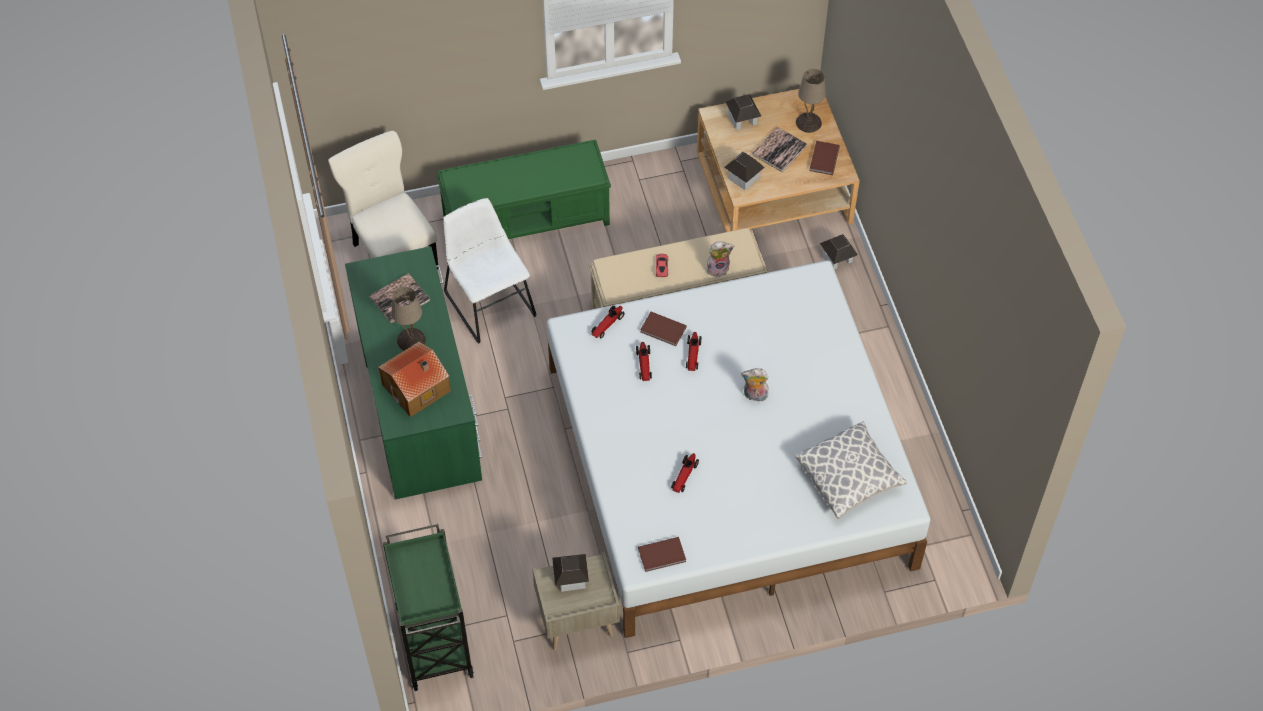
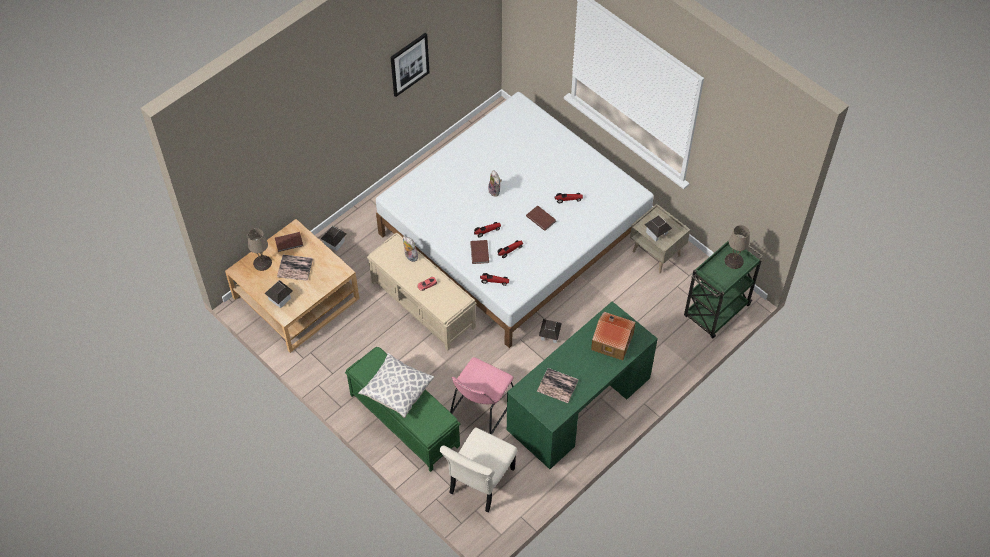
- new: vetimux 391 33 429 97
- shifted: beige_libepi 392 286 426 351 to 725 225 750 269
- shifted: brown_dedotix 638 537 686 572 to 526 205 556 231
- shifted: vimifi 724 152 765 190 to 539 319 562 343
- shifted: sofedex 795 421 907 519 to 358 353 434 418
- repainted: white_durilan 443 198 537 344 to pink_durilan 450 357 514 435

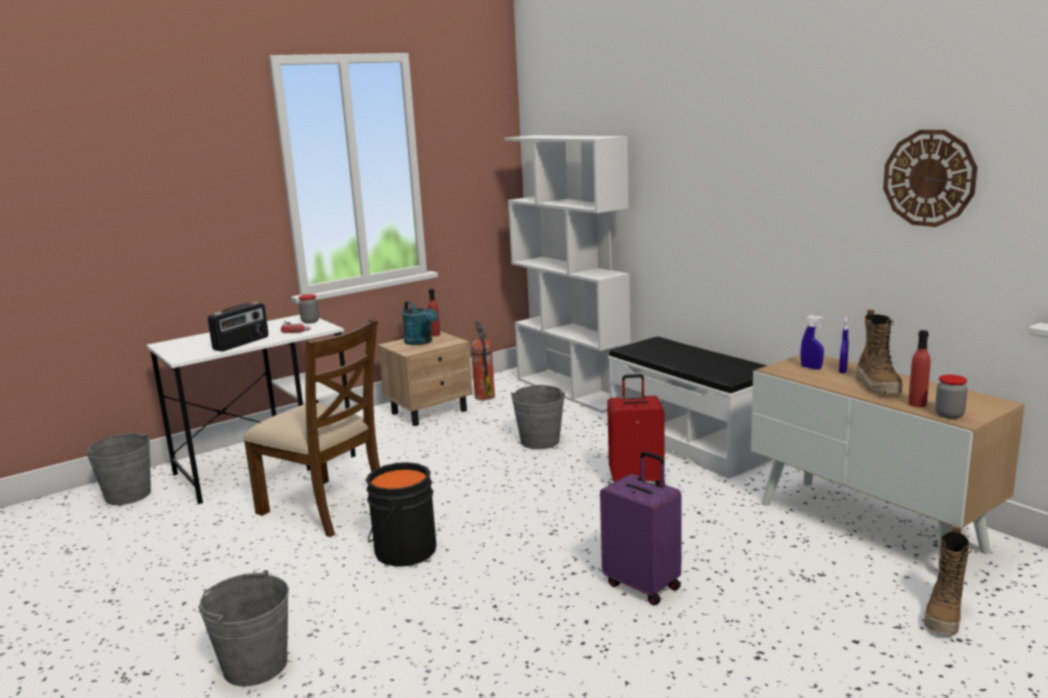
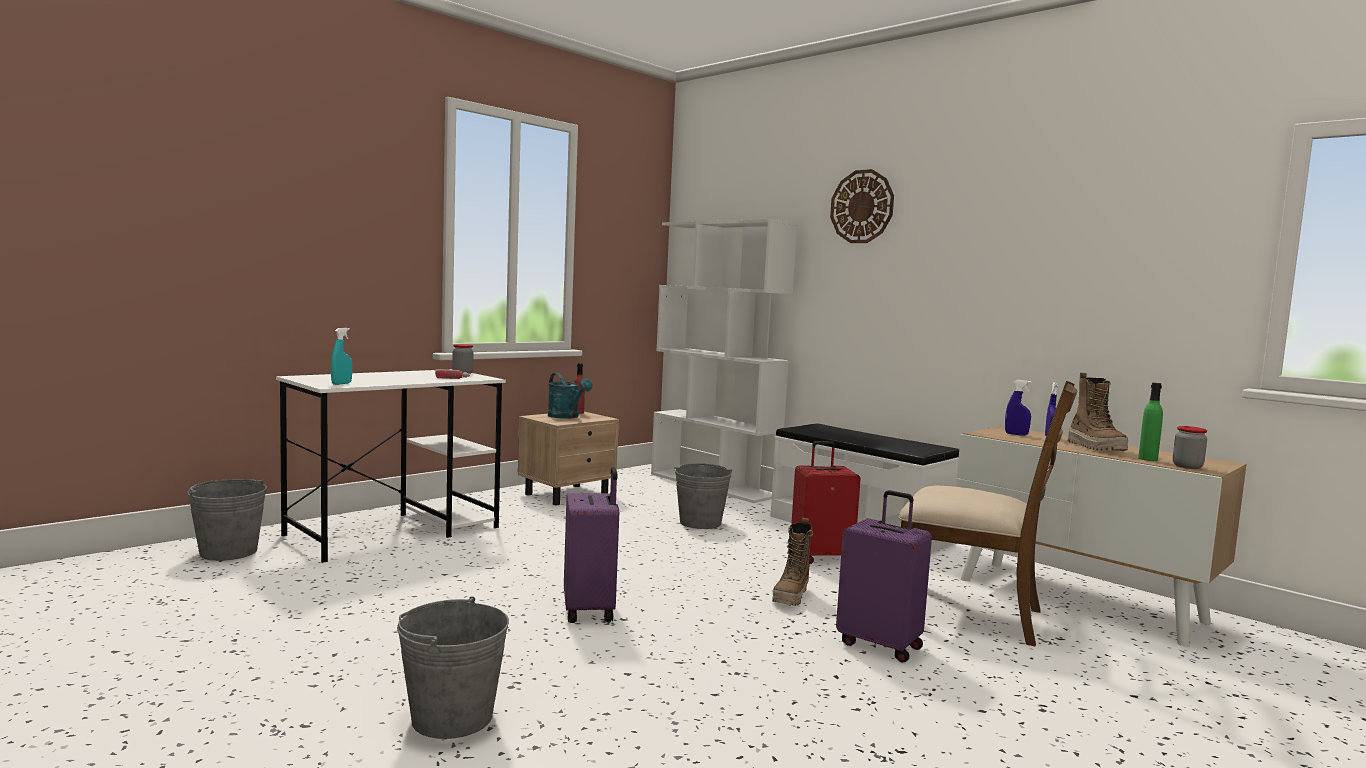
- gone: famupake 208 302 269 352
- gone: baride 471 321 495 400
- new: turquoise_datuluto 331 328 352 385
- shifted: brown_durilan 243 318 380 537 to 899 381 1078 647
- shifted: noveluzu 883 130 977 227 to 830 169 894 243
- shifted: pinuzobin 924 526 972 635 to 772 518 813 606
- swapped: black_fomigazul 366 462 436 566 to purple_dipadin 564 467 619 623
- repainted: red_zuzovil 908 330 930 407 to green_zuzovil 1138 383 1163 461

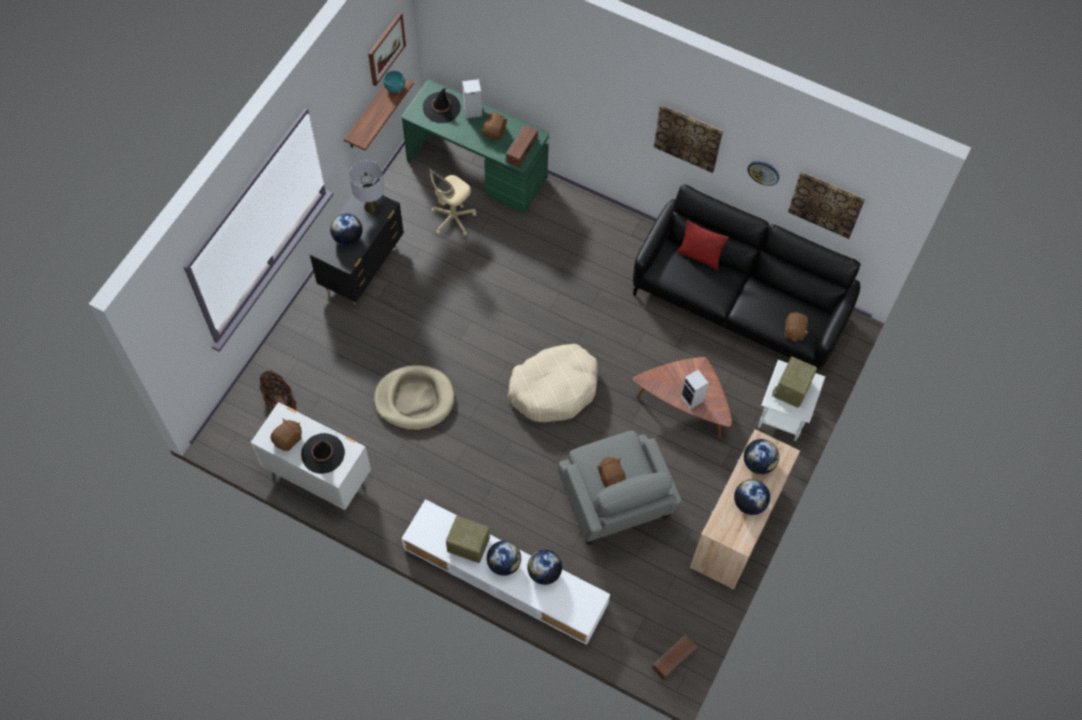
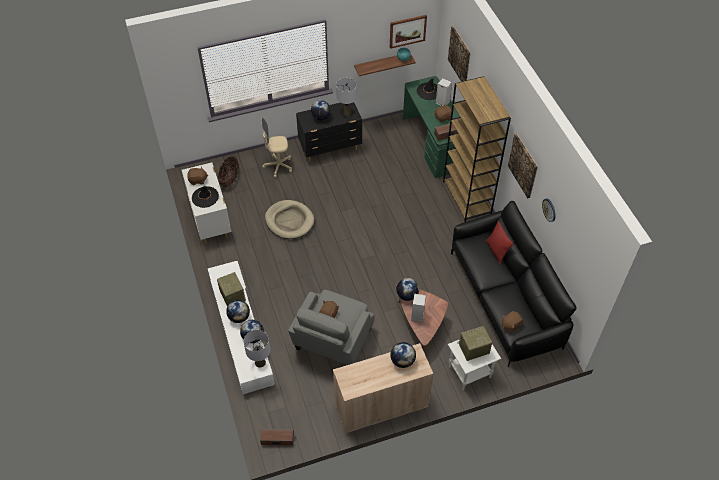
- gone: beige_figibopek 508 344 598 422
- new: grey_libepi 244 330 270 368
- new: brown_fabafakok 443 76 511 222
- shifted: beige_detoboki 430 169 476 236 to 261 118 292 177
- shifted: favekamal 734 479 770 515 to 396 278 419 301
- shifted: vetimux 788 171 865 239 to 448 26 471 82

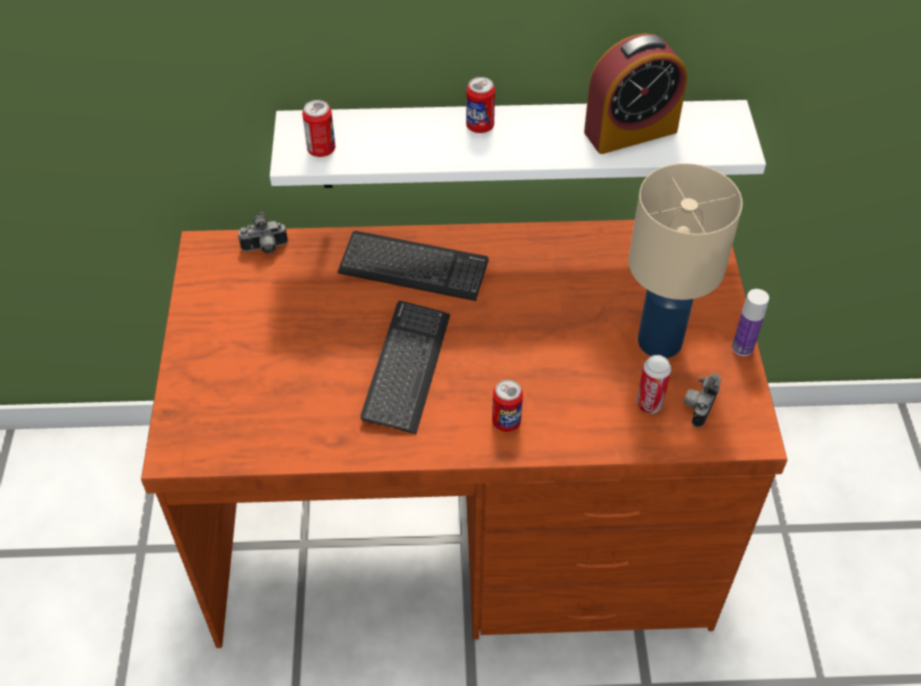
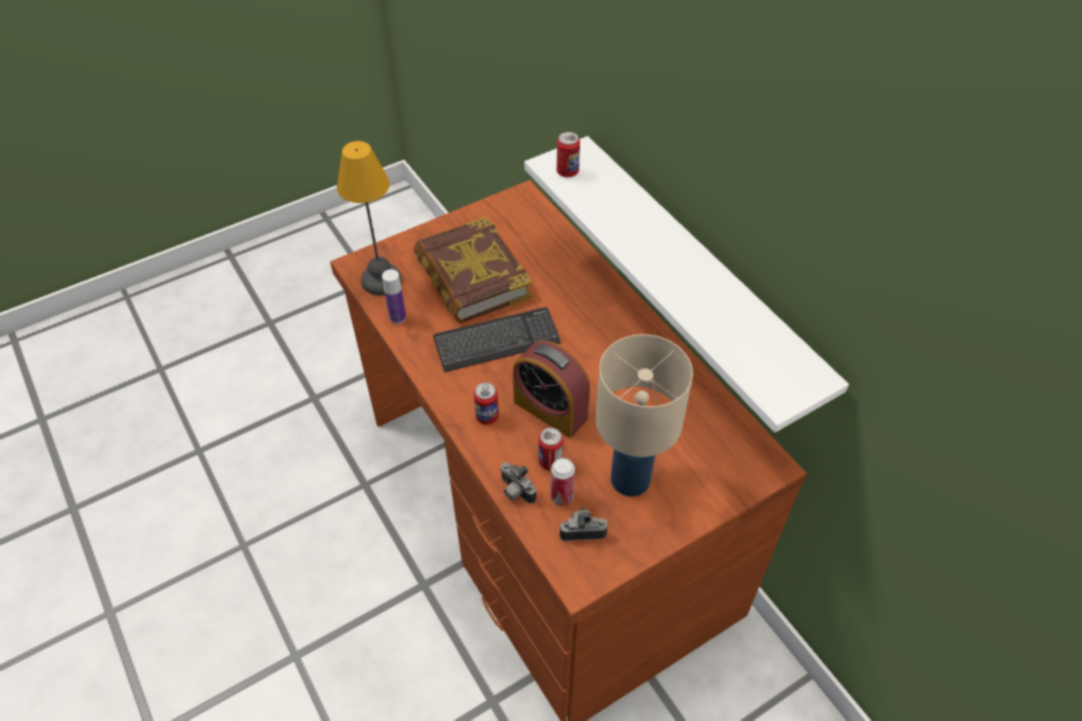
- gone: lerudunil 338 231 489 301
- new: libepi 337 141 402 295
- new: dedotix 414 217 532 323
- shifted: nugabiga 238 212 288 253 to 500 462 536 504
- shifted: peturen 466 77 495 133 to 538 428 563 470
- shifted: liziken 584 33 687 154 to 513 340 590 438
- shifted: zuzovil 732 289 769 356 to 382 269 406 324

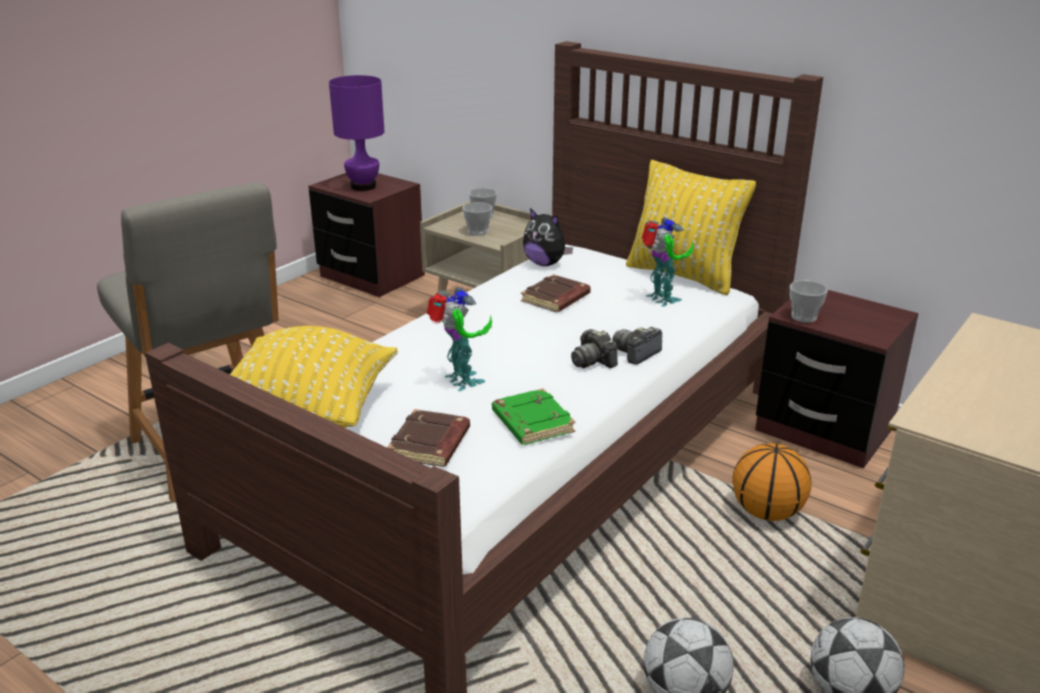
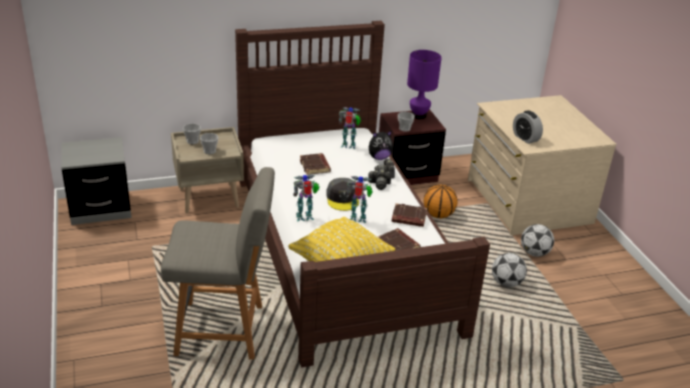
- gone: yellow_sofedex 626 160 756 295
- new: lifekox 293 175 320 222
- new: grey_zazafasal 326 178 359 211
- new: liziken 513 110 543 144
- shifted: purple_libepi 329 75 384 191 to 407 50 442 119
- shifted: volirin 523 208 573 266 to 369 130 393 160
- repainted: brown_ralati 308 173 425 297 to grey_ralati 61 137 132 225
- repainted: green_dedotix 492 388 575 445 to brown_dedotix 391 203 427 227

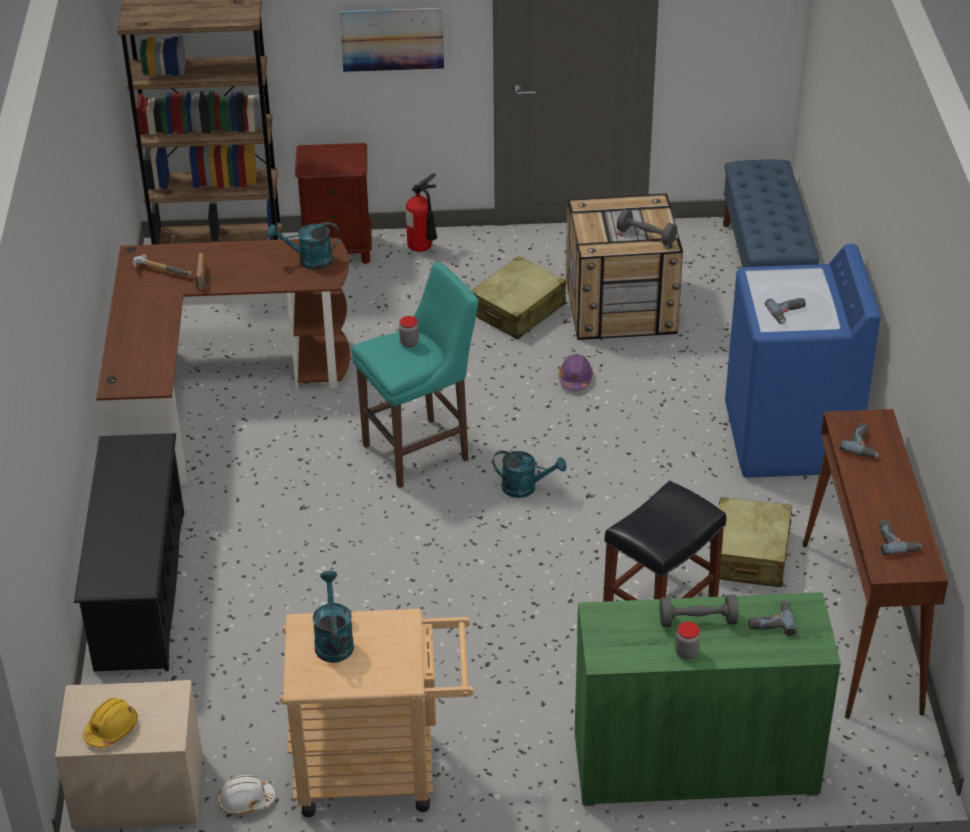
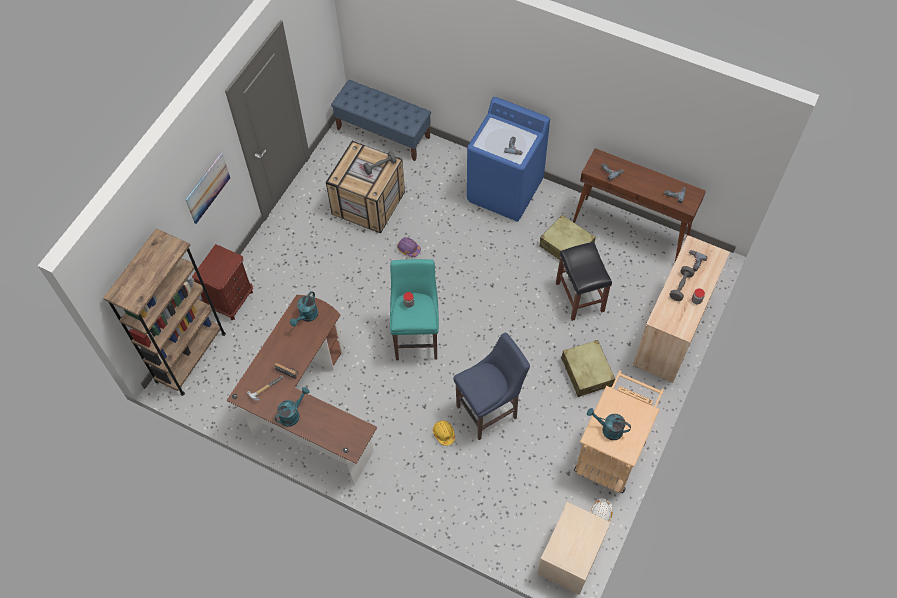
- gone: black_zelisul 74 433 184 672
- gone: baride 406 173 437 252
- new: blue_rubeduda 453 333 530 440
- shifted: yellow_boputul 83 698 138 748 to 433 421 455 446
- shifted: beige_dipadin 471 256 566 340 to 561 340 615 397
- shifted: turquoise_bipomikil 493 451 566 498 to 275 387 310 427
- repainted: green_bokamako 575 592 841 806 to beige_bokamako 633 236 730 383

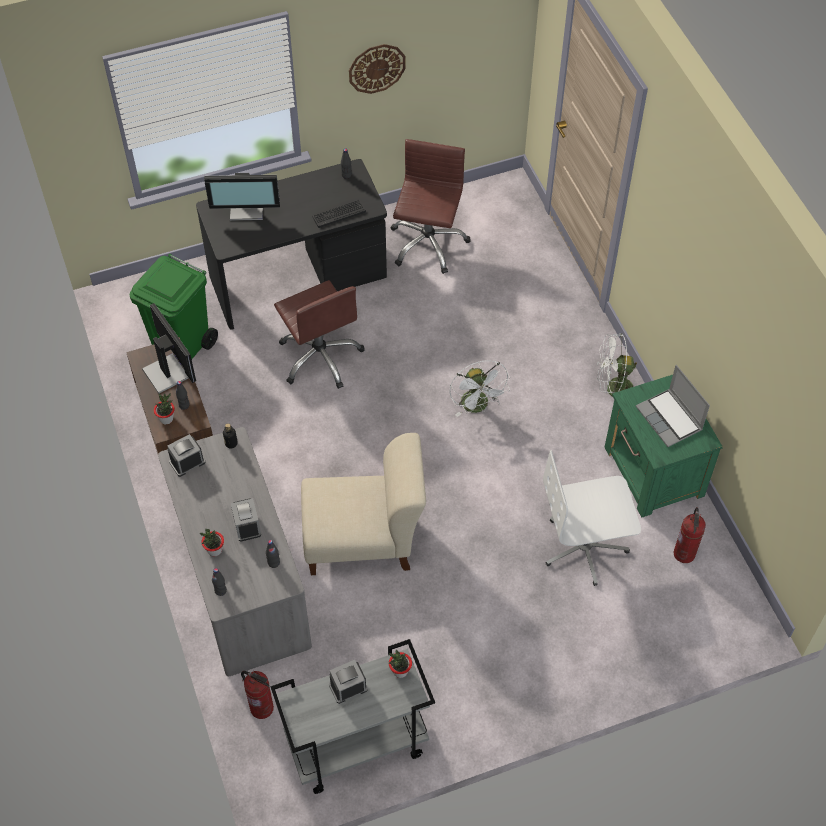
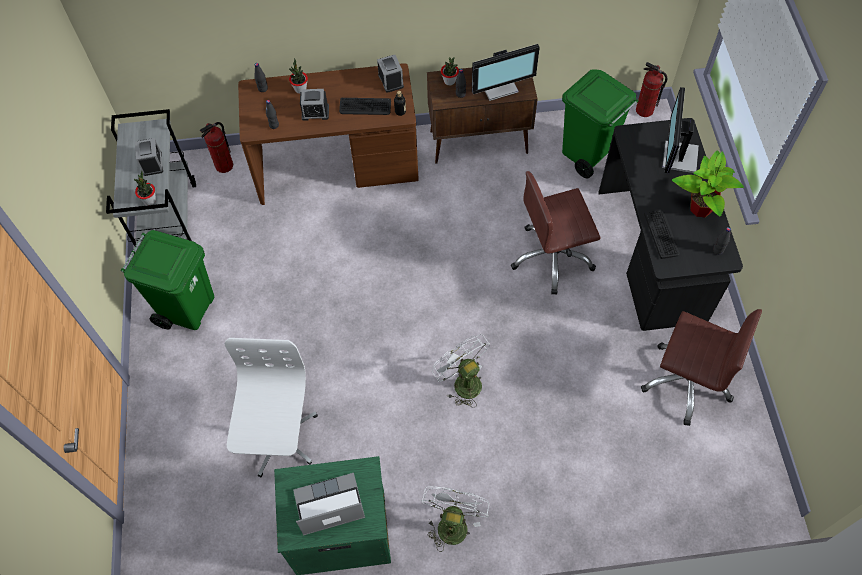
- gone: beige_durilan 301 433 426 575
- gone: noveluzu 349 44 406 94
- new: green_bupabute 121 230 214 330
- new: lerudunil 339 98 391 115
- new: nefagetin 672 150 744 217
- shifted: baride 674 507 706 563 to 636 62 668 117
- repainted: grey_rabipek 158 427 312 676 to brown_rabipek 238 63 419 205
- rotated: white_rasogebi 449 360 510 417 = 432 334 490 407 60 degrees clockwise

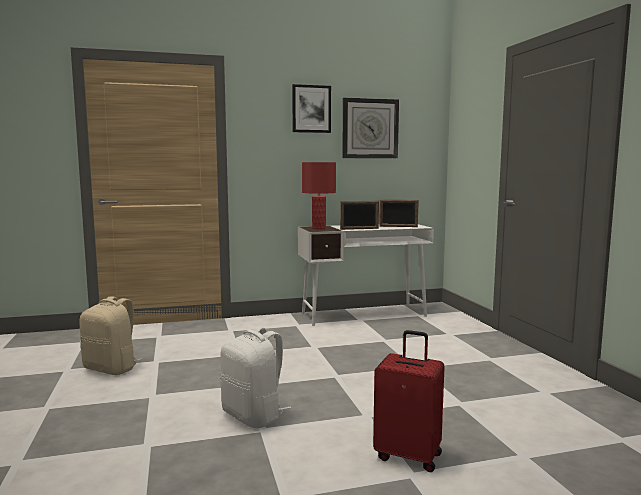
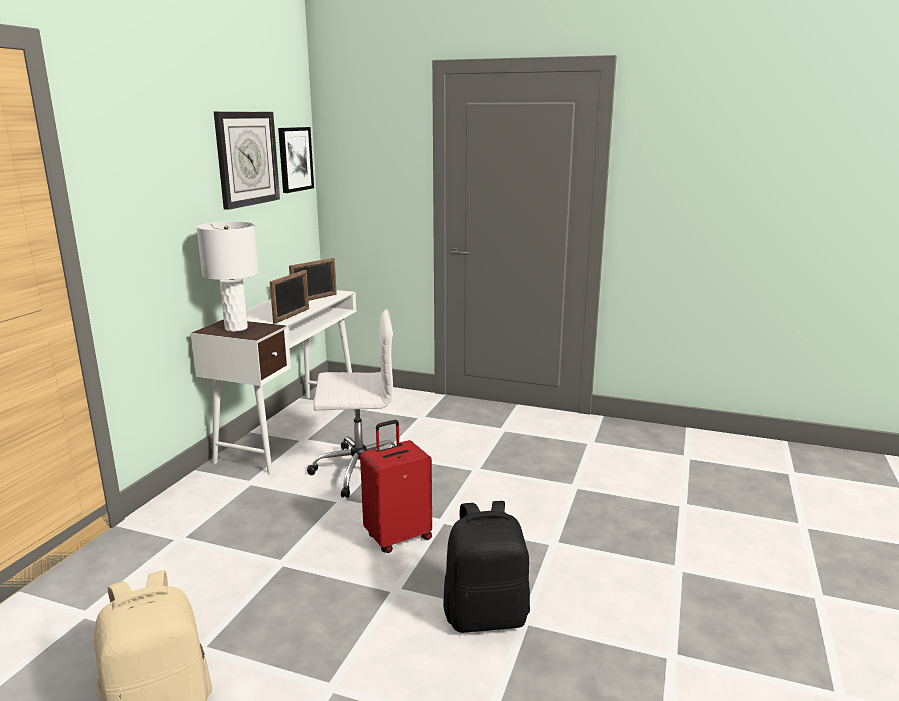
- new: white_detoboki 307 309 396 498
- shifted: vetimux 292 84 331 133 to 278 127 314 193
- shifted: red_dipadin 373 330 445 472 to 360 420 432 553
- repainted: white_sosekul 220 326 291 428 to black_sosekul 443 501 530 633
- repainted: red_libepi 302 162 336 229 to white_libepi 196 221 259 332

